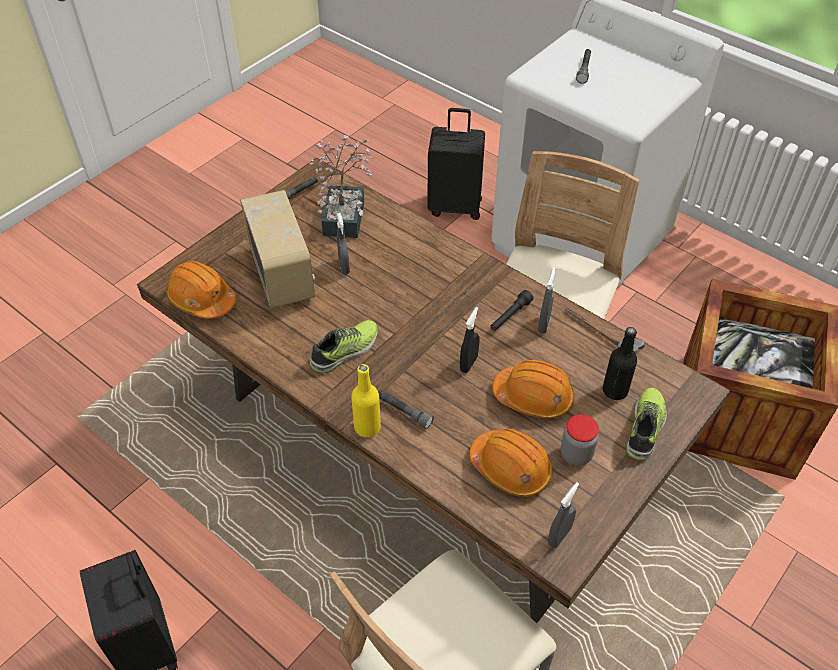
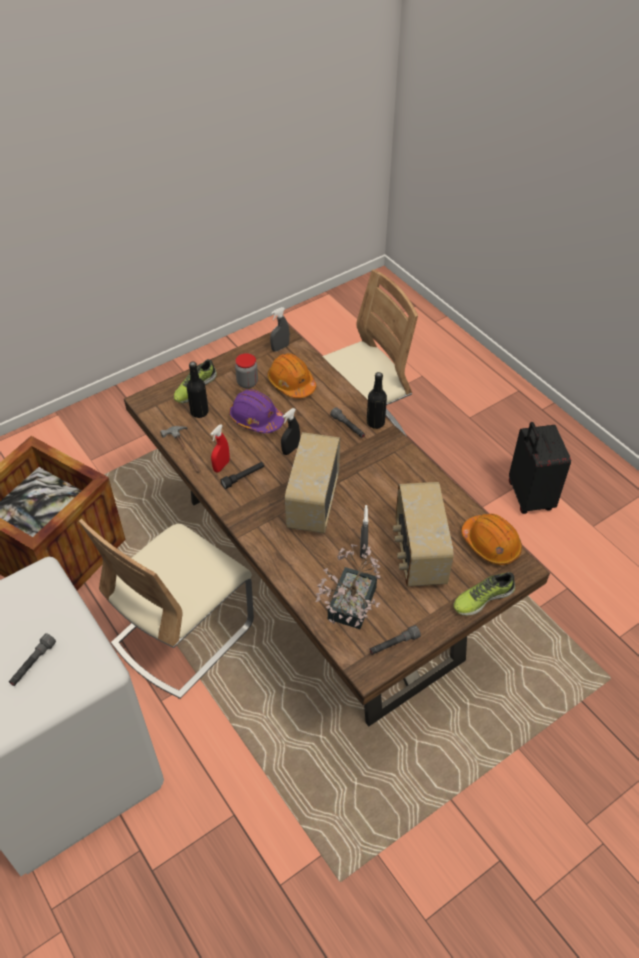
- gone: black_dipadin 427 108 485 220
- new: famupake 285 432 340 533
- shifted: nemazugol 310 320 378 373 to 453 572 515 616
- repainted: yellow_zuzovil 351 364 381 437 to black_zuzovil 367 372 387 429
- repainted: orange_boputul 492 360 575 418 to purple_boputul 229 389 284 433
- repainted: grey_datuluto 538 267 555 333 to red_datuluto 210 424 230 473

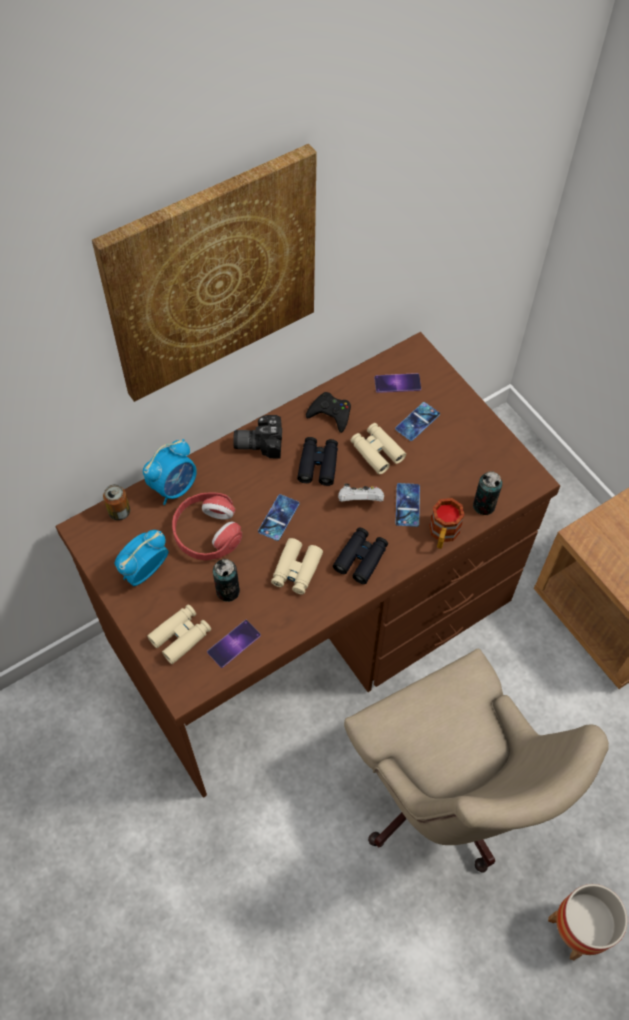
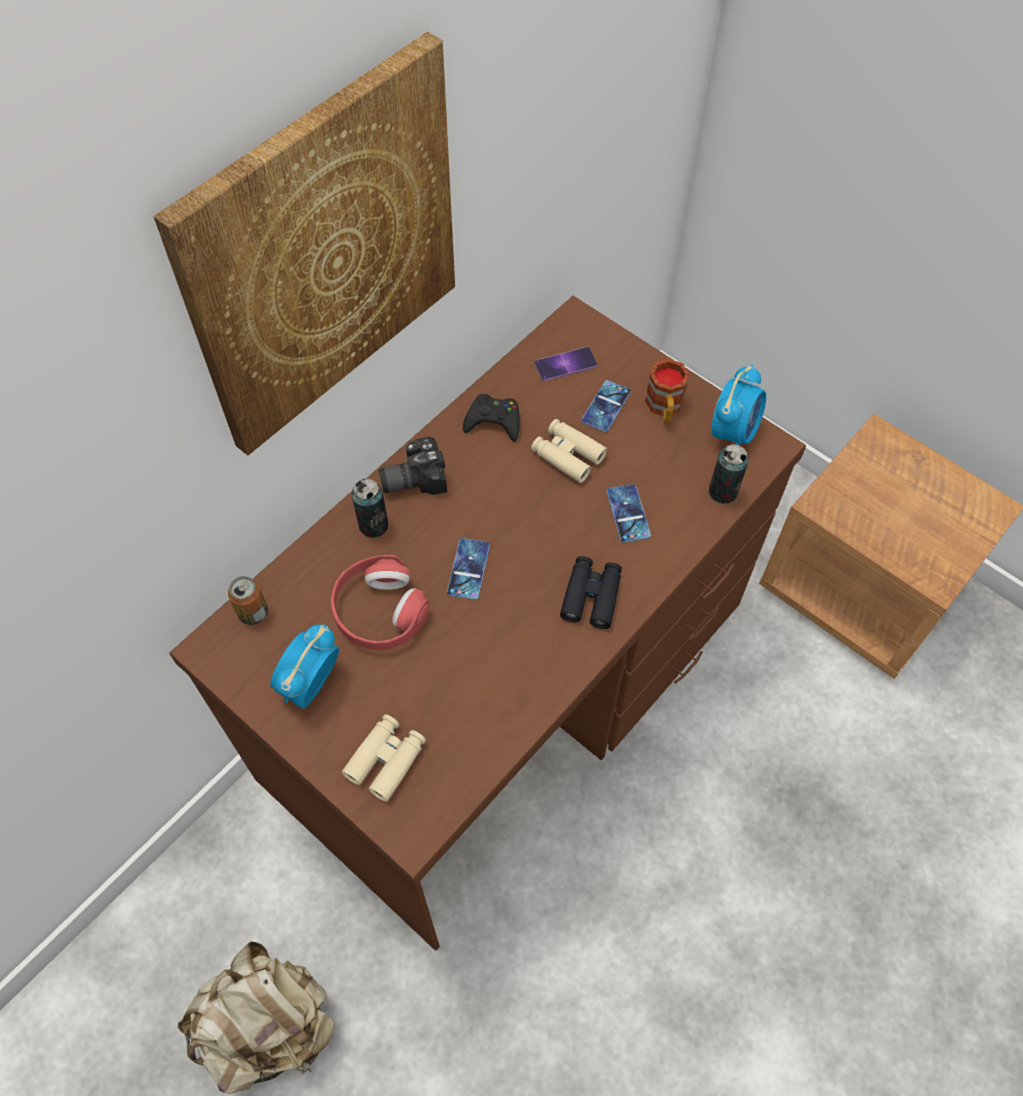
- gone: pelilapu 207 620 261 668
- gone: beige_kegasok 271 538 323 595
- gone: black_kegasok 297 437 338 486
- gone: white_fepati 338 484 384 502
- gone: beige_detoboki 344 649 609 872
- gone: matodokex 548 884 627 960
- new: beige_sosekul 178 941 335 1094
- shifted: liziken 143 439 197 505 to 712 364 766 445
- shifted: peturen 213 559 240 602 to 352 478 388 538
- shifted: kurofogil 429 498 465 549 to 645 359 690 423

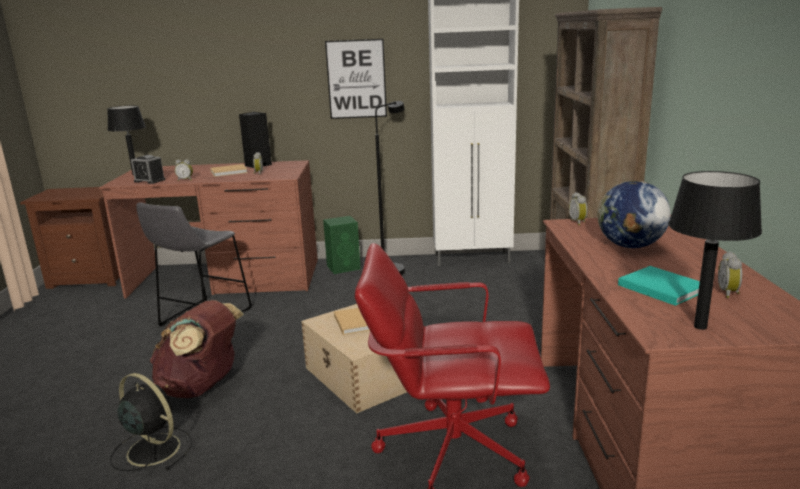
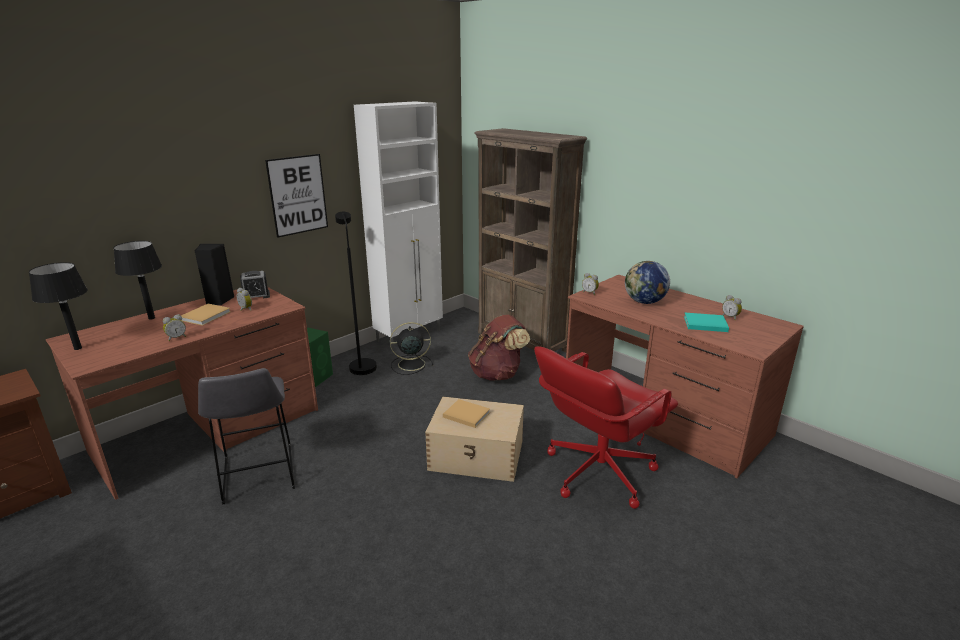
- shifted: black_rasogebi 110 373 192 471 to 390 322 433 375
- shifted: liziken 131 155 165 184 to 240 271 270 299
- shifted: brown_sosekul 150 300 244 398 to 468 315 530 381
- shifted: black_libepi 668 171 762 330 to 114 241 162 320

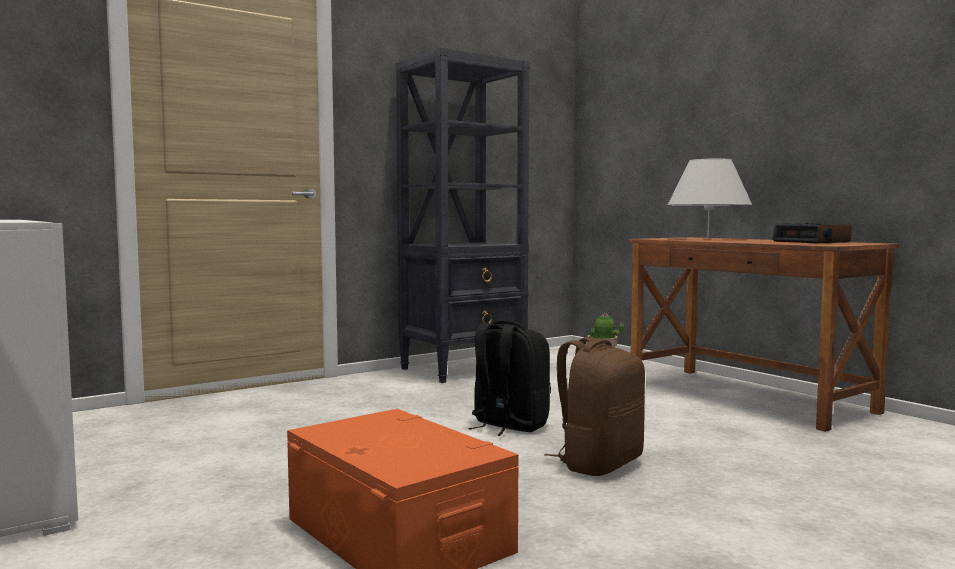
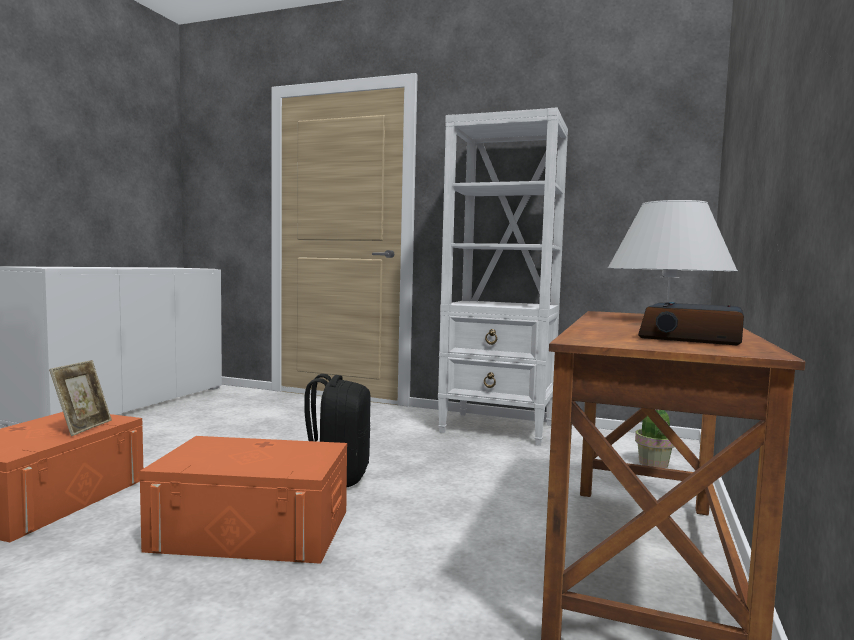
- new: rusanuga 49 360 112 436
- swapped: brown_sosekul 544 337 645 476 to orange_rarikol 140 436 347 564
- repainted: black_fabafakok 396 48 530 383 to white_fabafakok 438 107 568 446

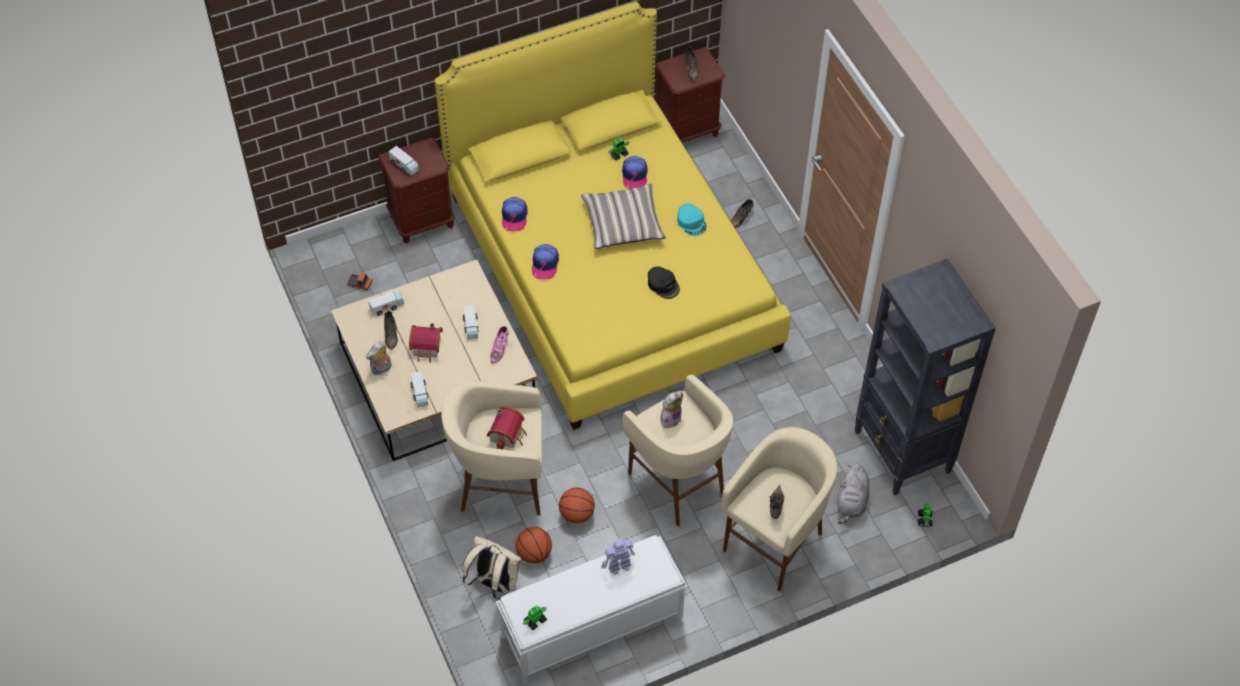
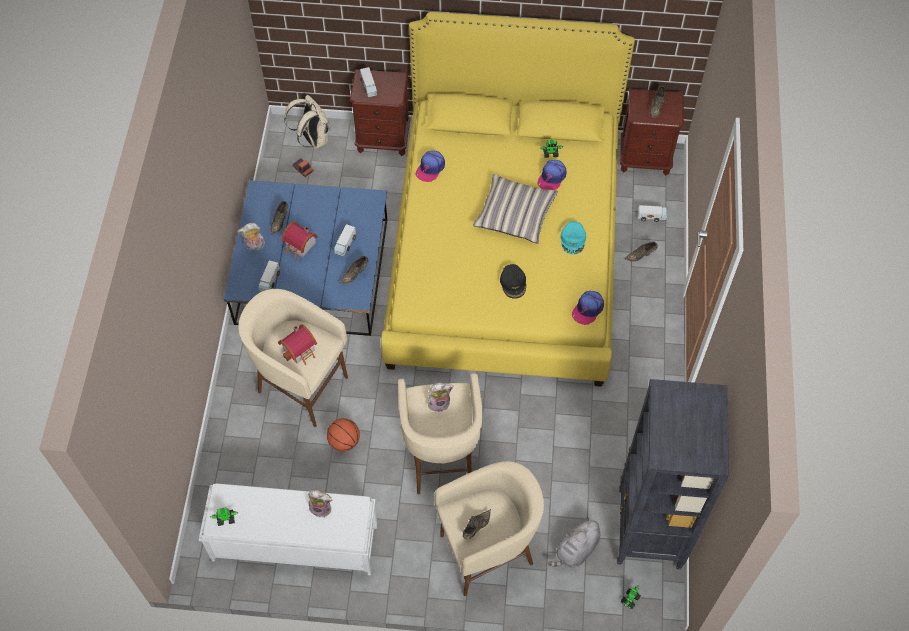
- gone: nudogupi 516 527 552 564
- shifted: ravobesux 368 291 404 316 to 638 205 667 222
- shifted: beige_sosekul 463 536 524 599 to 284 95 331 149
- shifted: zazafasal 532 244 559 279 to 572 291 604 325
- swapped: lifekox 601 538 635 575 to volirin 308 490 332 517
- repainted: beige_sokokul 331 260 537 461 to blue_sokokul 224 180 387 336
- repainted: pink_nemazugol 490 326 509 364 to brown_nemazugol 339 256 369 284

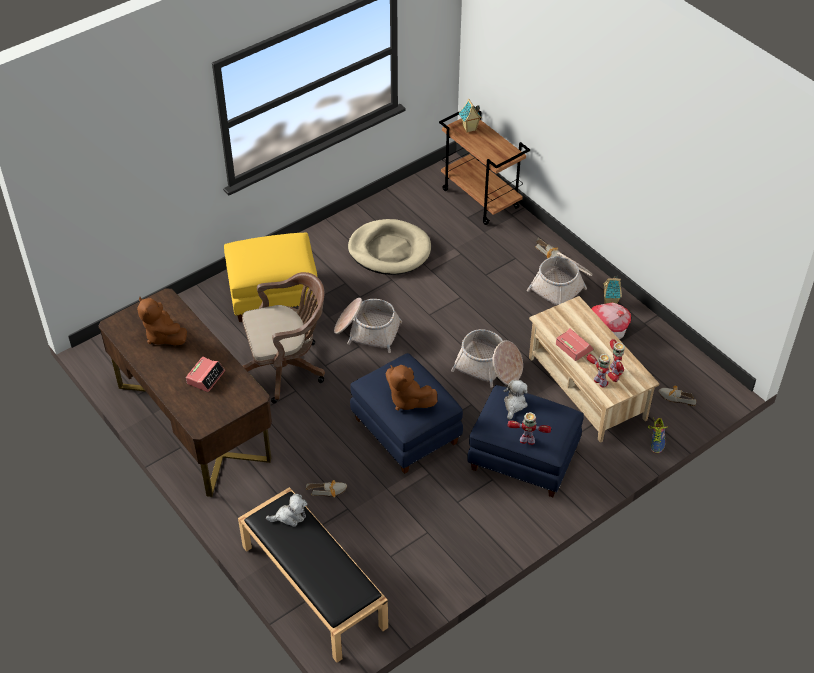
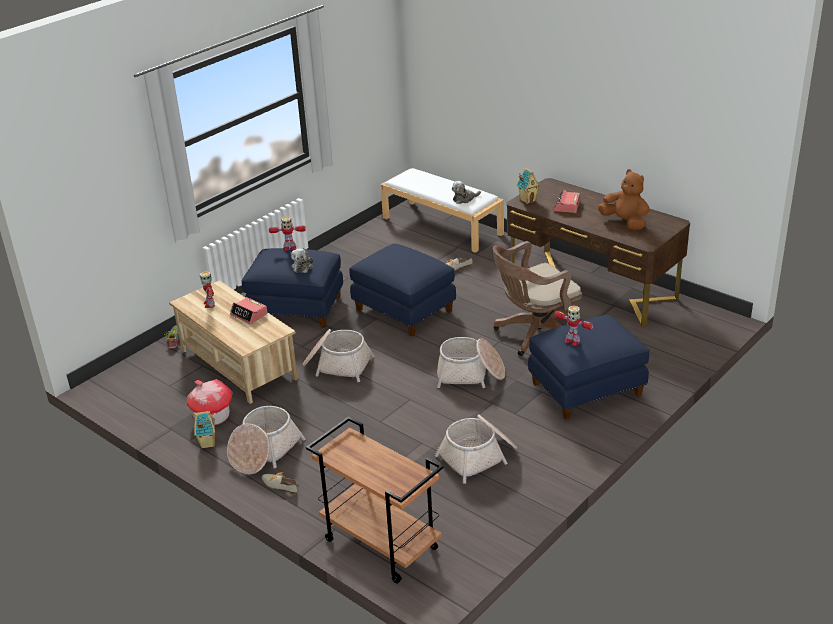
- gone: brown_volirin 386 365 437 411
- gone: nemazugol 659 386 696 406
- shifted: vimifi 459 98 482 133 to 516 168 541 204
- shifted: lifekox 586 354 619 388 to 554 305 594 346
- swapped: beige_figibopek 348 219 431 275 to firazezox 435 414 517 484
- repainted: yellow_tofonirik 224 233 318 322 to blue_tofonirik 528 315 649 420
- repainted: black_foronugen 238 487 388 663 to white_foronugen 380 168 504 253

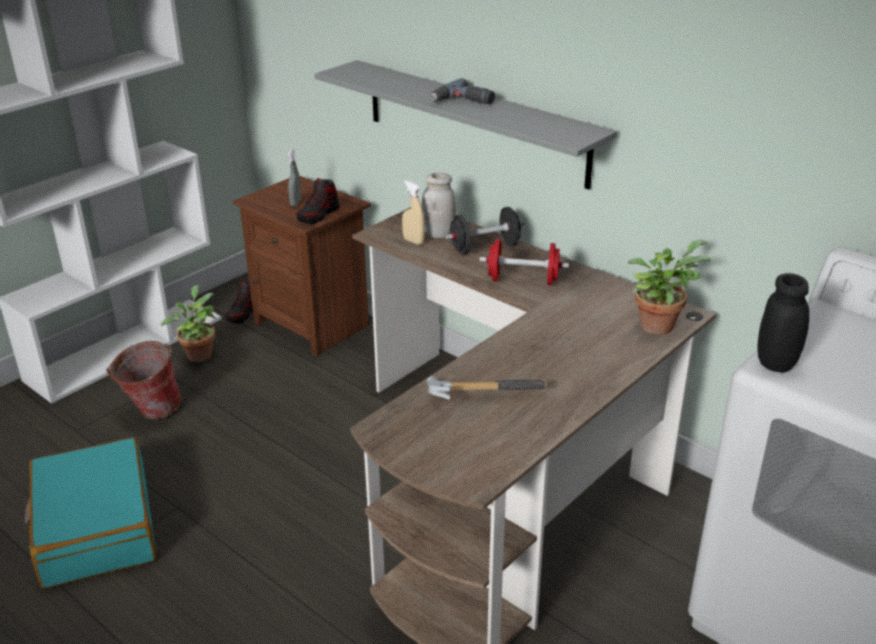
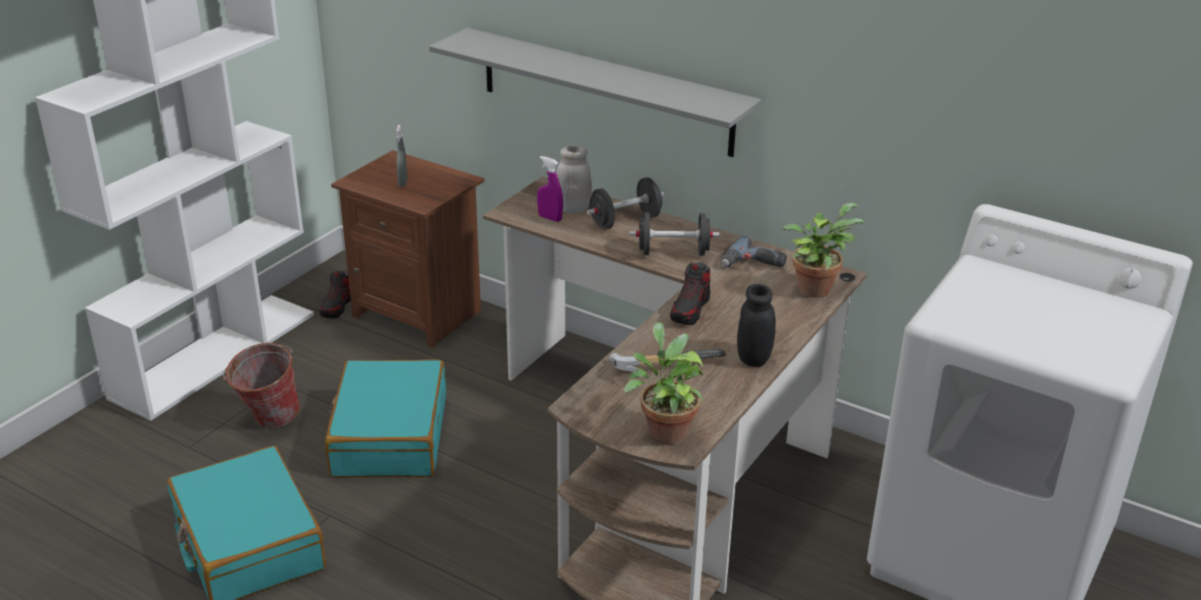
- new: turquoise_dipadin 325 359 446 478
- shifted: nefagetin 161 285 216 362 to 624 322 704 445
- shifted: nemazugol 297 178 340 224 to 670 263 710 325
- shifted: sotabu 431 78 495 104 to 721 236 787 267
- shifted: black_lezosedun 757 273 809 373 to 737 284 776 367
- repainted: beige_datuluto 402 181 425 245 to purple_datuluto 537 156 563 222
- repainted: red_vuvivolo 479 239 569 286 to black_vuvivolo 629 212 720 256

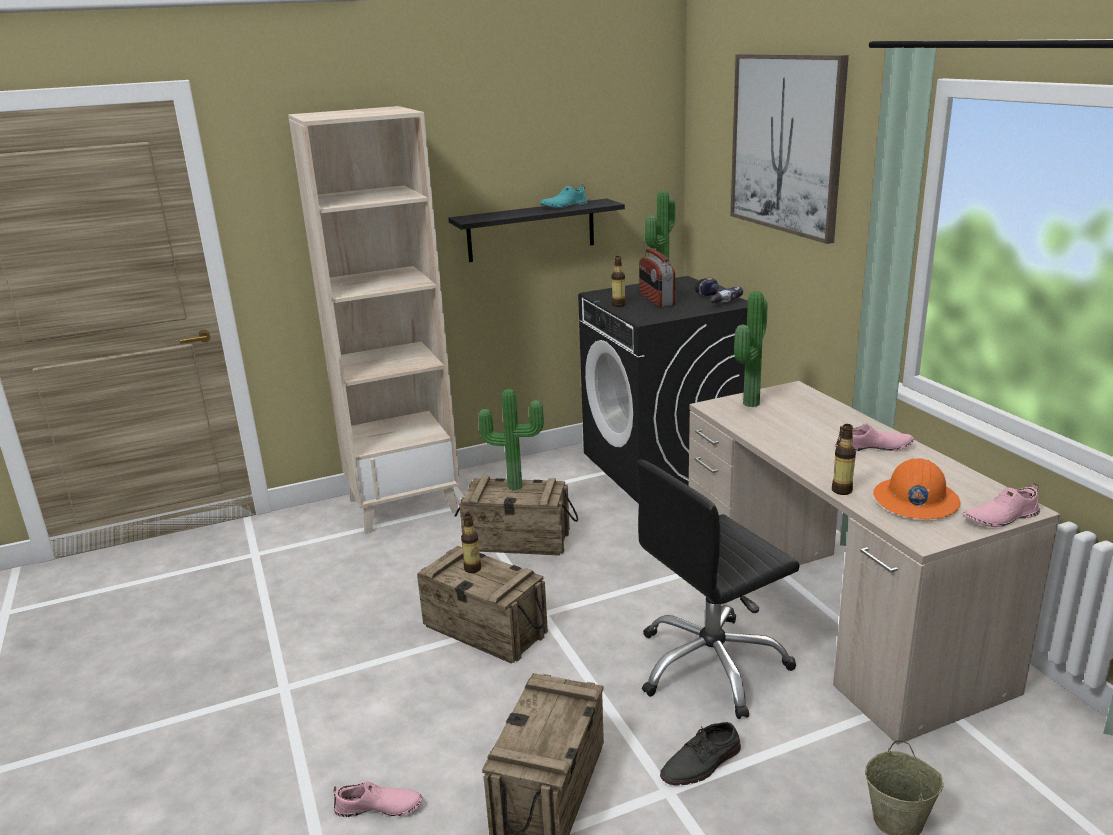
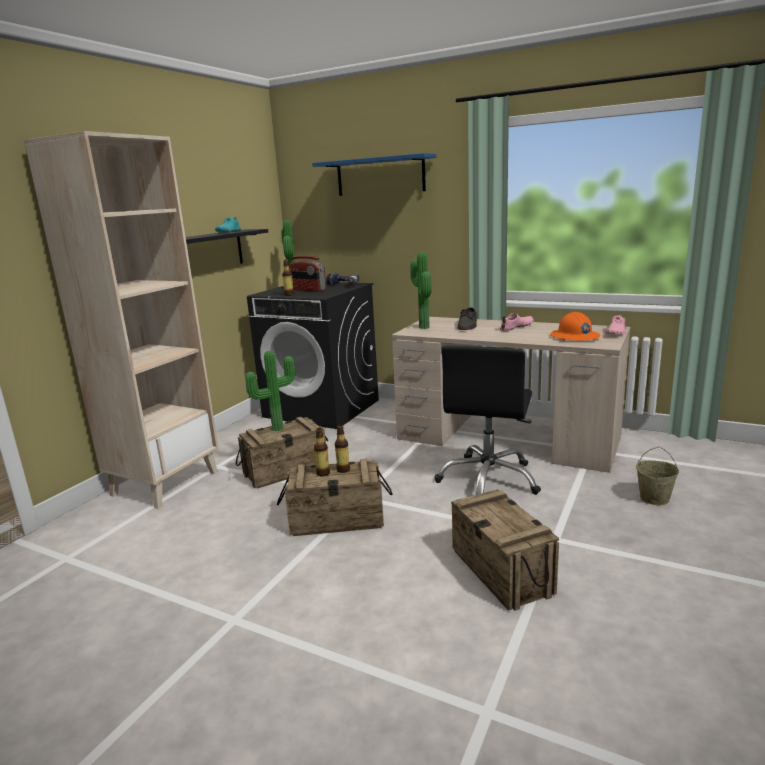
- gone: pink_nemazugol 334 781 422 817
- shifted: grey_nemazugol 660 722 741 785 to 457 307 477 330
- shifted: zuzovil 832 424 856 495 to 335 424 350 473
- swapped: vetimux 730 54 849 244 to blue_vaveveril 312 153 437 196

